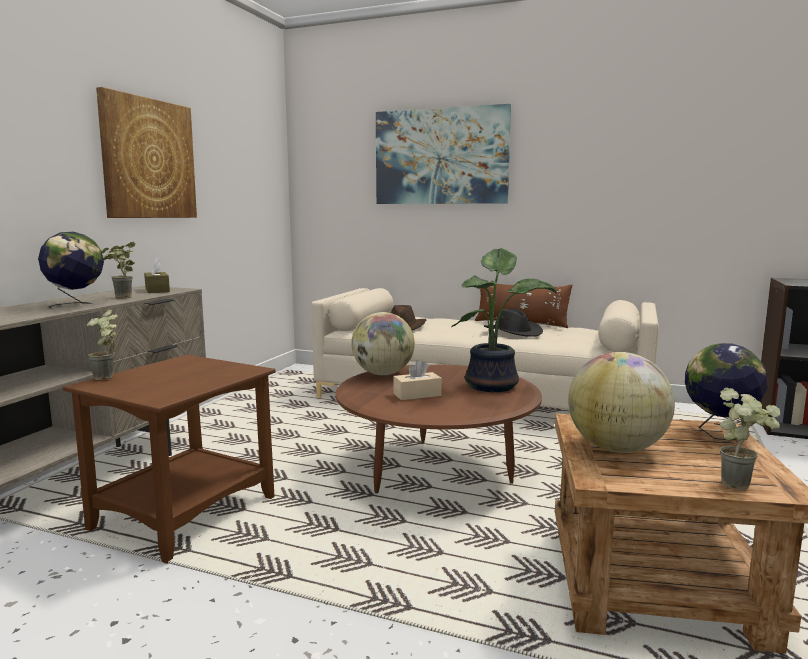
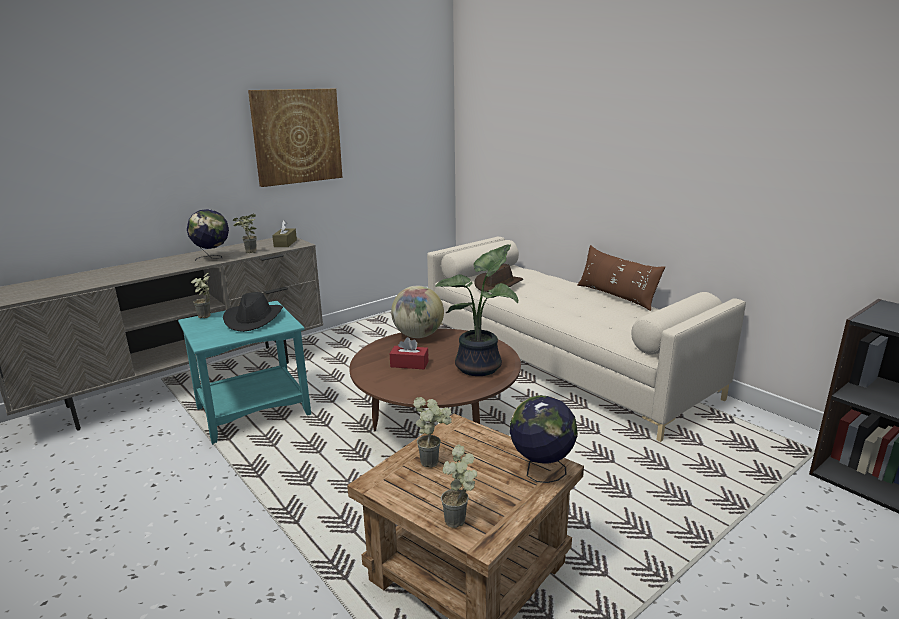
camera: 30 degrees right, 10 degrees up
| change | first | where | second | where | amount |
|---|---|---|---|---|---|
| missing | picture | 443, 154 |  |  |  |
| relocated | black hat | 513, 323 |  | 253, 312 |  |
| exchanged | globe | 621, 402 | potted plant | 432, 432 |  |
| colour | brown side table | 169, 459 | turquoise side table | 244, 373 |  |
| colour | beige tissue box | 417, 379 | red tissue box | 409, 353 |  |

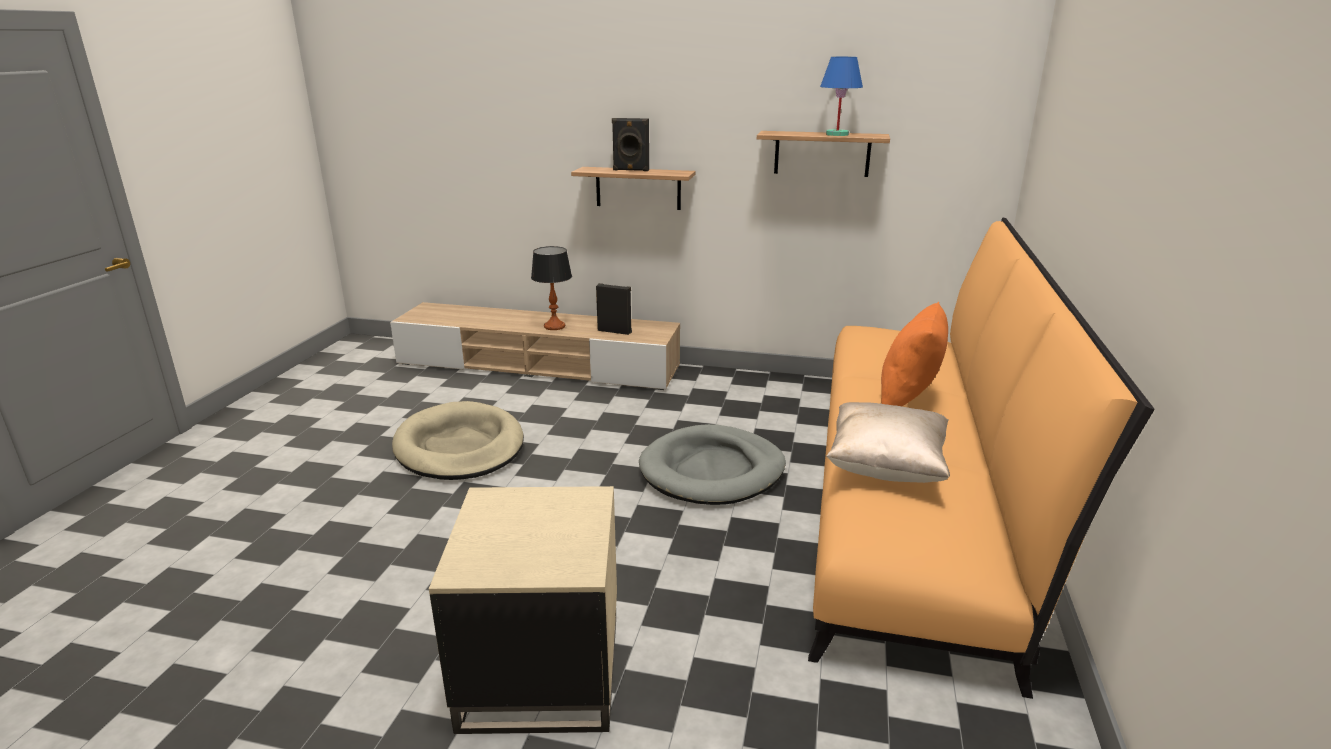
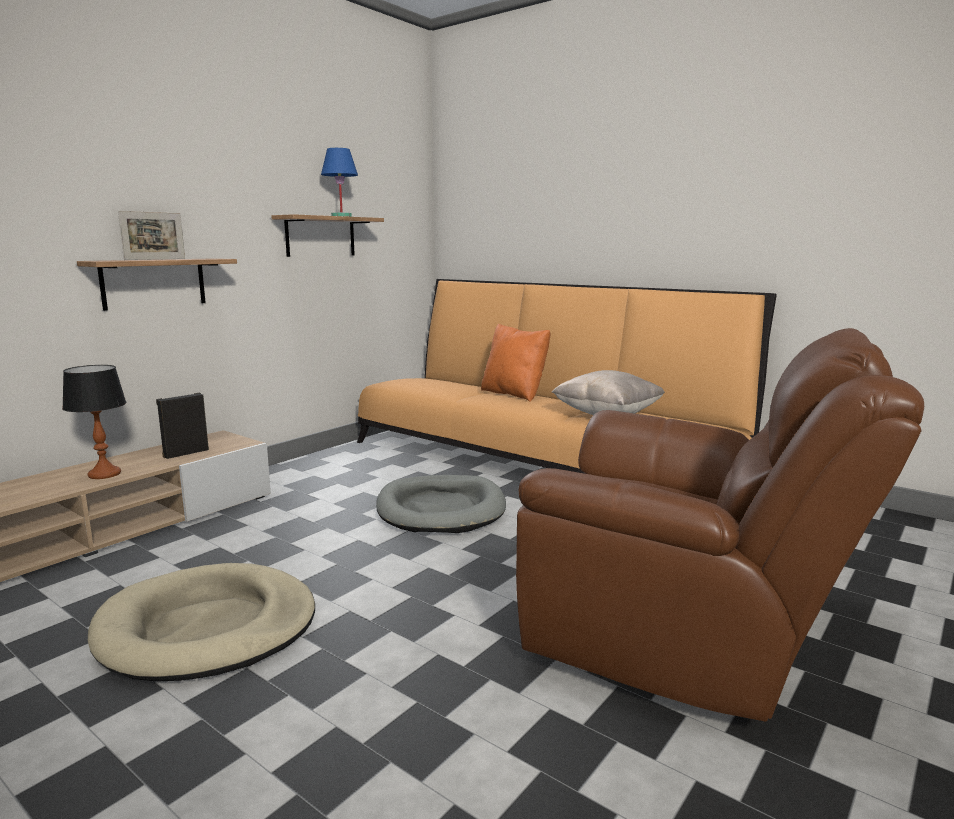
camera: 65 degrees left, 10 degrees down
| change | first | where | second | where | amount |
|---|---|---|---|---|---|
| exchanged | black speaker | 630, 144 | picture frame | 151, 235 |  |
| exchanged | beige side table | 523, 610 | brown armchair | 720, 525 |  |

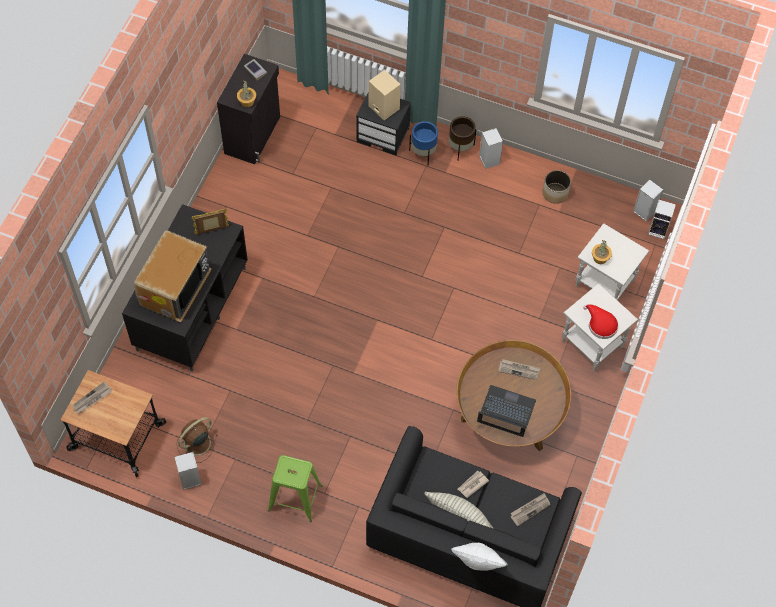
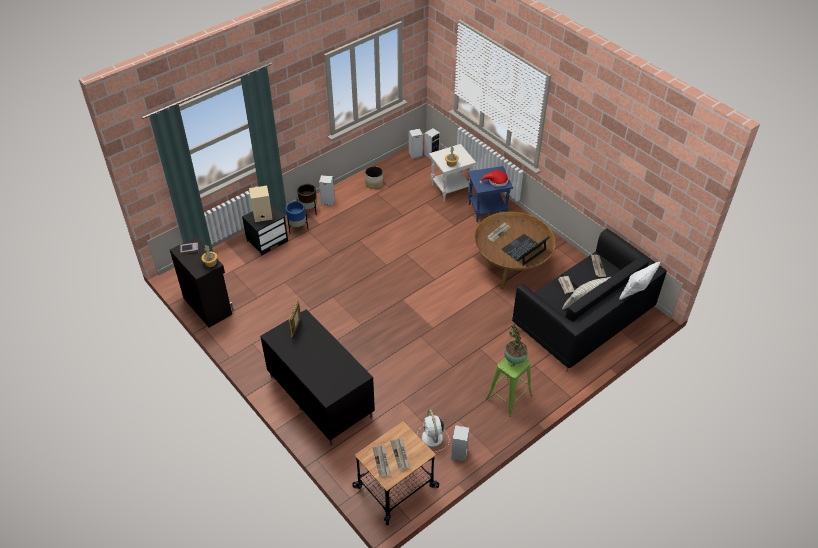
camera: 60 degrees left, 15 degrees down
| change | first | where | second | where | amount |
|---|---|---|---|---|---|
| missing | television | 172, 276 |  |  |  |
| colour | white side table | 600, 327 | blue side table | 490, 194 |  |
| colour | brown fan | 197, 440 | white fan | 433, 431 |  |
| appeared |  |  | potted plant | 516, 345 |  |
| appeared |  |  | newspaper | 400, 454 |  |

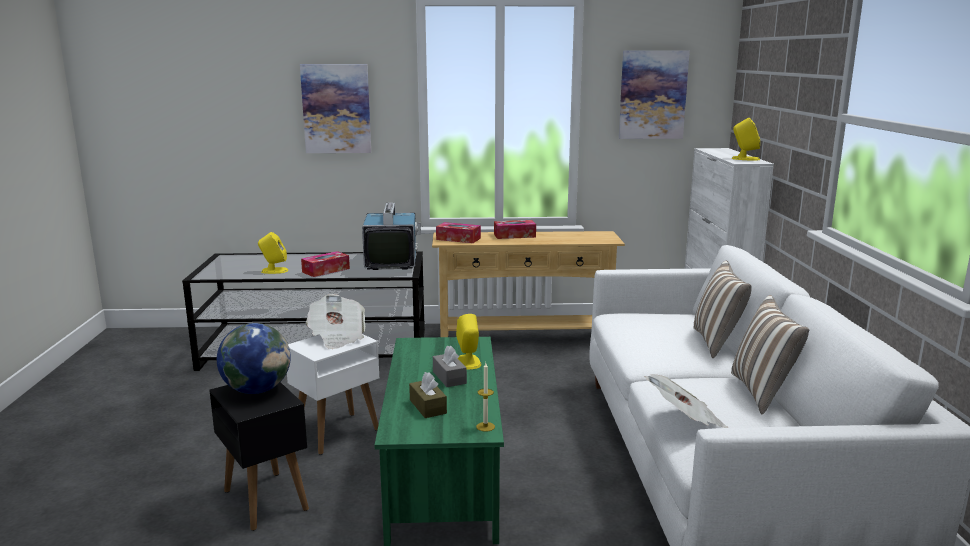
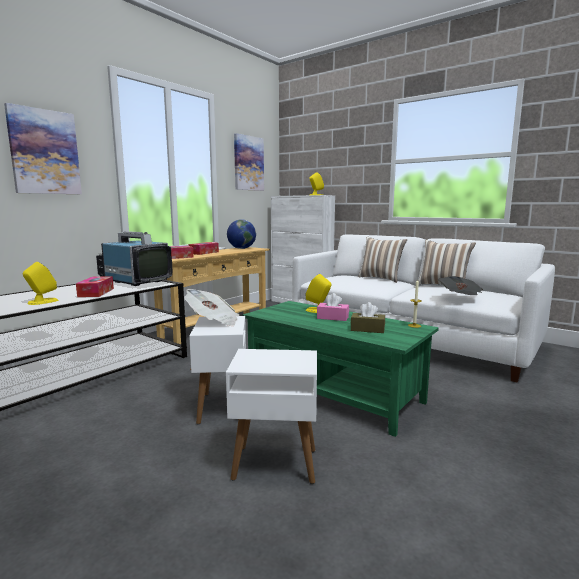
camera: 50 degrees left, 5 degrees down
| change | first | where | second | where | amount |
|---|---|---|---|---|---|
| relocated | globe | 254, 358 |  | 241, 234 |  |
| colour | grey tissue box | 450, 366 | pink tissue box | 333, 307 |  |
| colour | black side table | 259, 456 | white side table | 271, 416 |  |

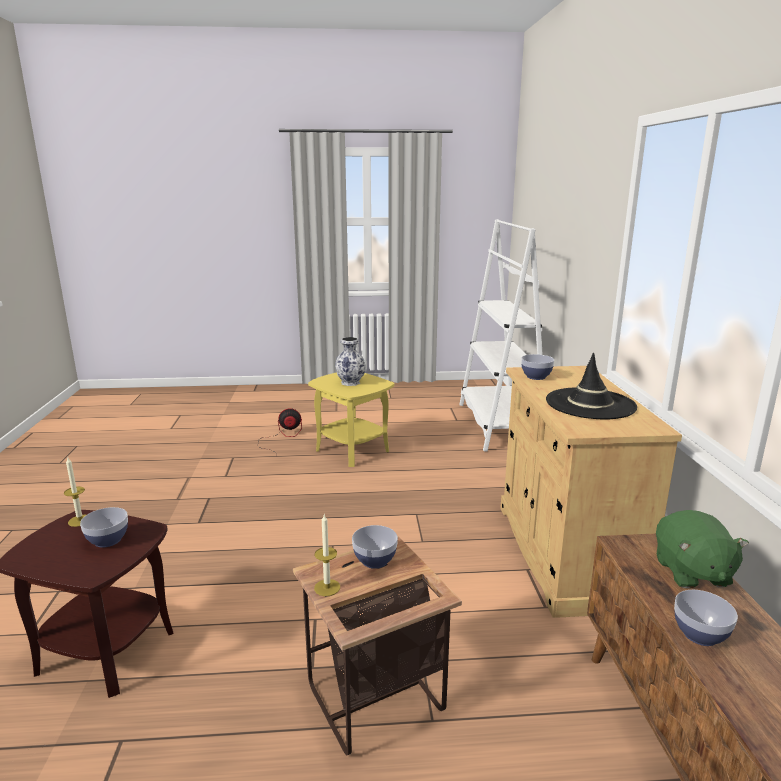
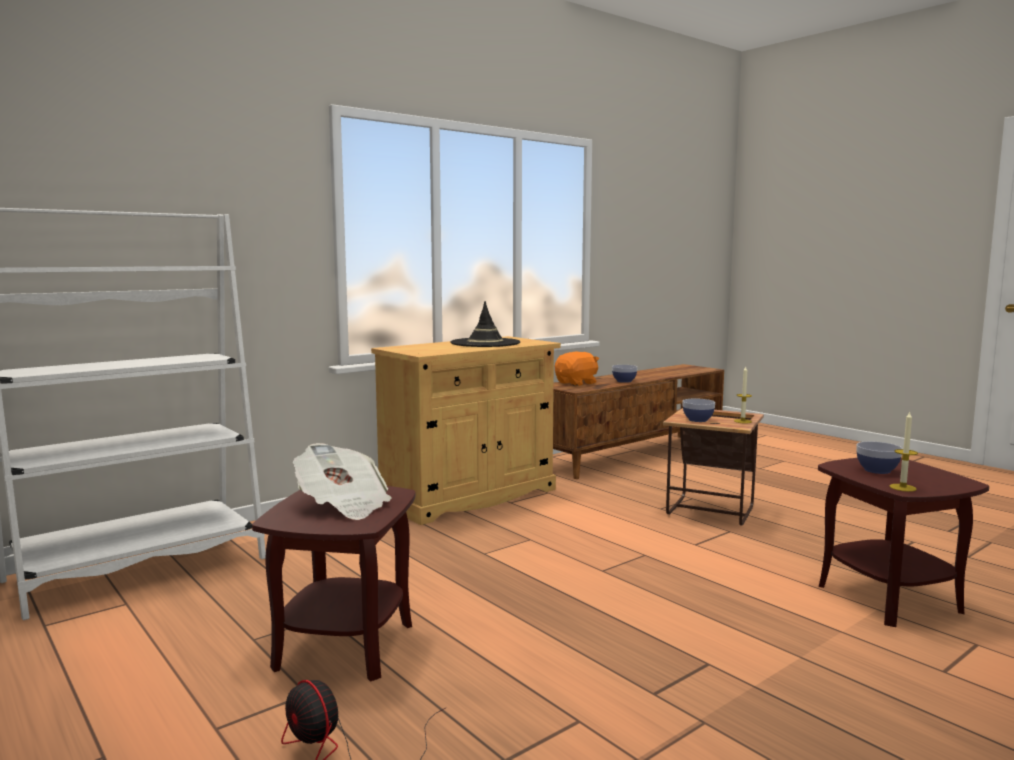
camera: 125 degrees left, 10 degrees down
| change | first | where | second | where | amount |
|---|---|---|---|---|---|
| exchanged | vase | 350, 361 | newspaper | 342, 481 |  |
| missing | bowl | 537, 367 |  |  |  |
| colour | yellow side table | 351, 419 | brown side table | 334, 584 |  |
| colour | green plush toy | 702, 549 | orange plush toy | 577, 369 |  |

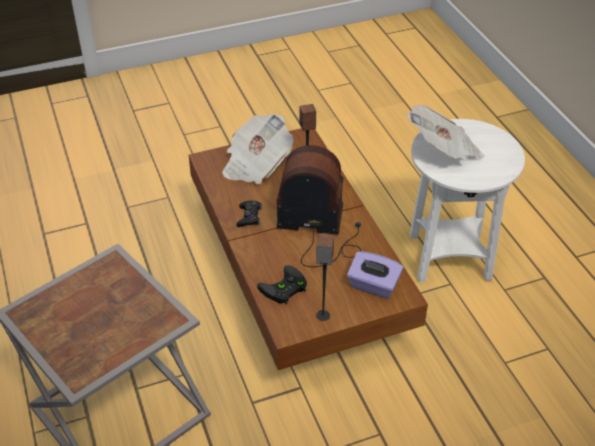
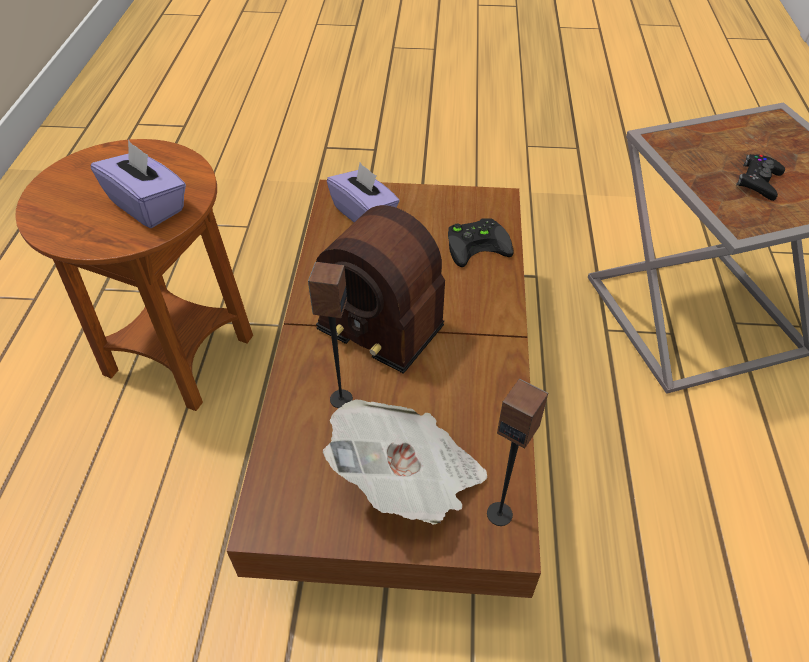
camera: 155 degrees left, 5 degrees up
| change | first | where | second | where | amount |
|---|---|---|---|---|---|
| exchanged | newspaper | 445, 132 | purple tissue box | 138, 184 |  |
| colour | white side table | 467, 200 | brown side table | 134, 275 |  |
| relocated | black game controller | 249, 213 |  | 760, 177 |  |
| relocated | speaker | 325, 277 |  | 517, 452 |  |

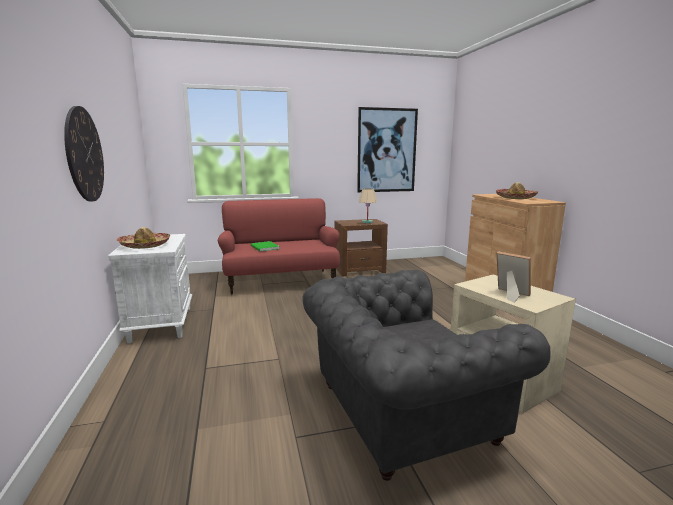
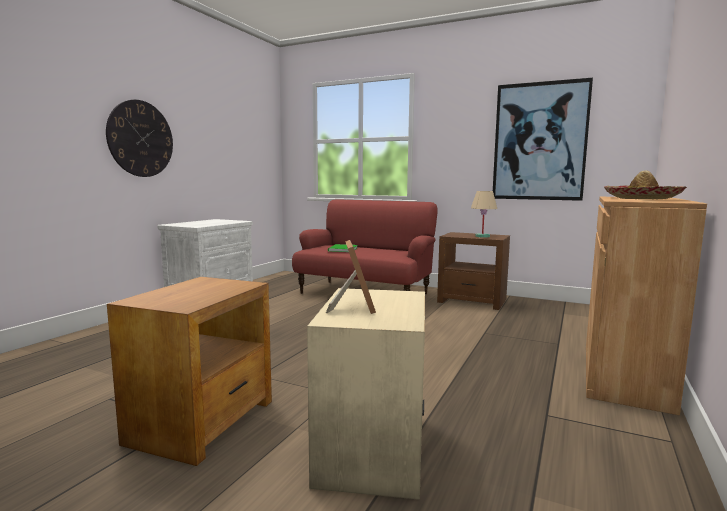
camera: 40 degrees right, 5 degrees down
| change | first | where | second | where | amount |
|---|---|---|---|---|---|
| missing | hat | 143, 238 |  |  |  |
| exchanged | grey armchair | 426, 375 | brown side table | 189, 371 |  |

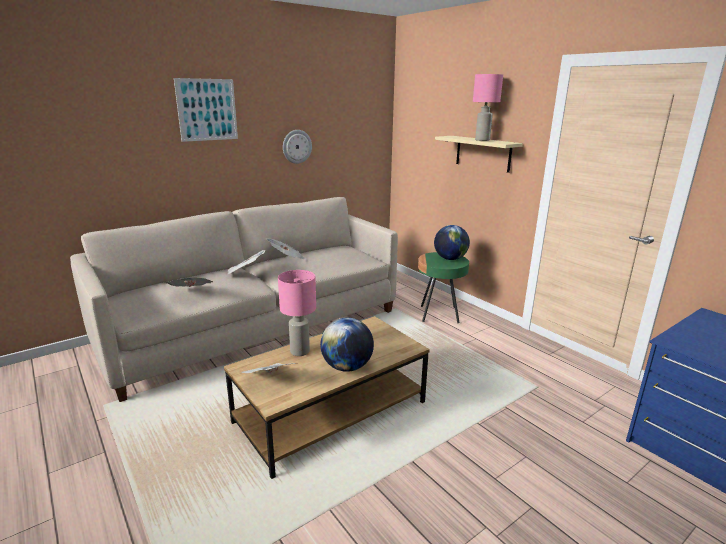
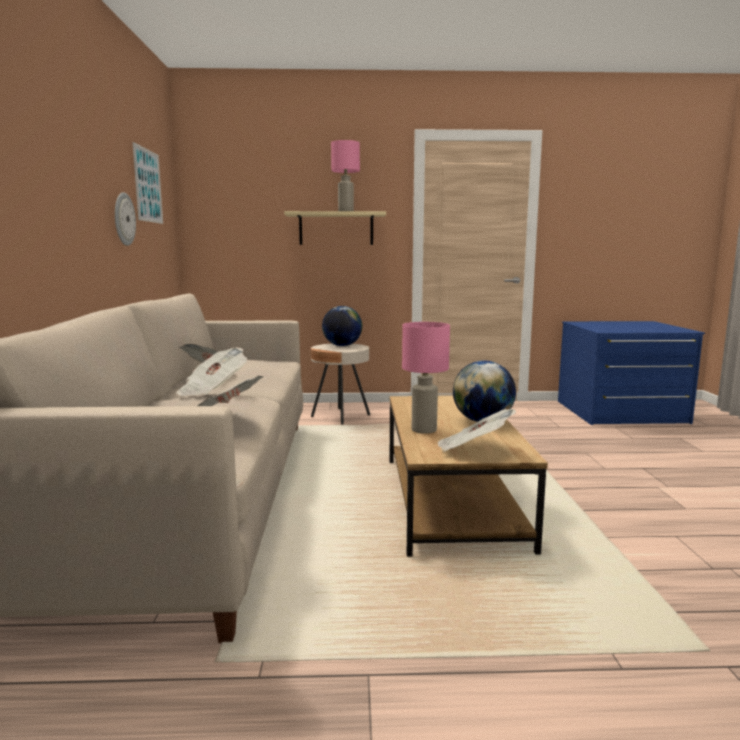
camera: 55 degrees left, 10 degrees down
| change | first | where | second | where | amount |
|---|---|---|---|---|---|
| relocated | picture | 206, 110 |  | 147, 183 |  |
| colour | green side table | 443, 287 | beige side table | 340, 384 |  |

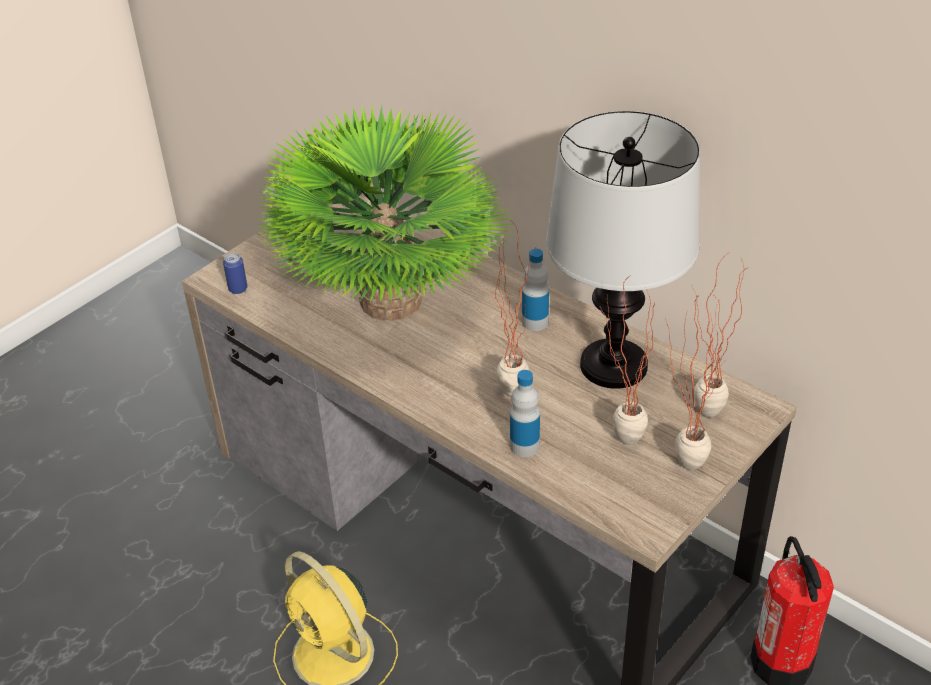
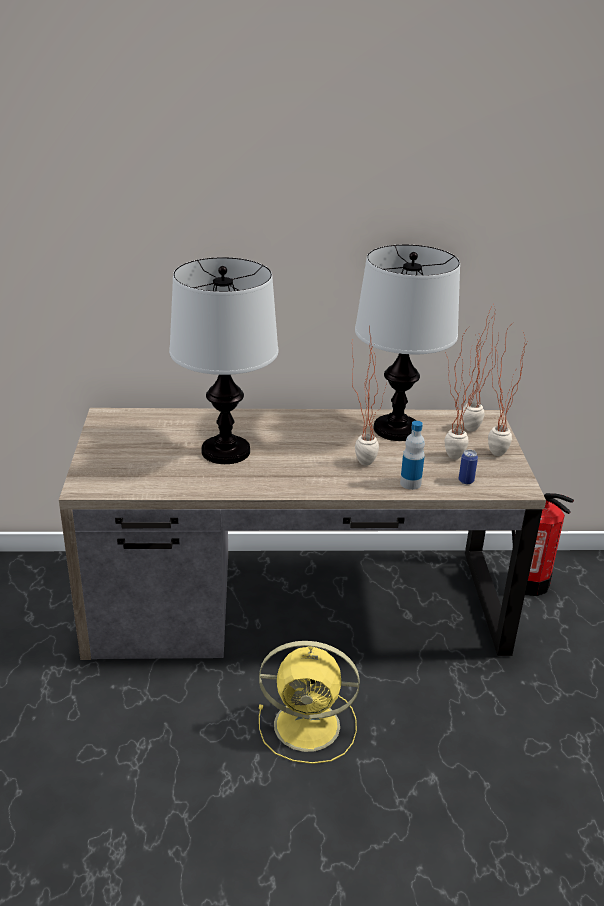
camera: 45 degrees left, 10 degrees down
| change | first | where | second | where | amount |
|---|---|---|---|---|---|
| exchanged | potted plant | 385, 212 | table lamp | 224, 360 |  |
| missing | bottle | 535, 290 |  |  |  |
| relocated | can | 235, 273 |  | 468, 467 |  |

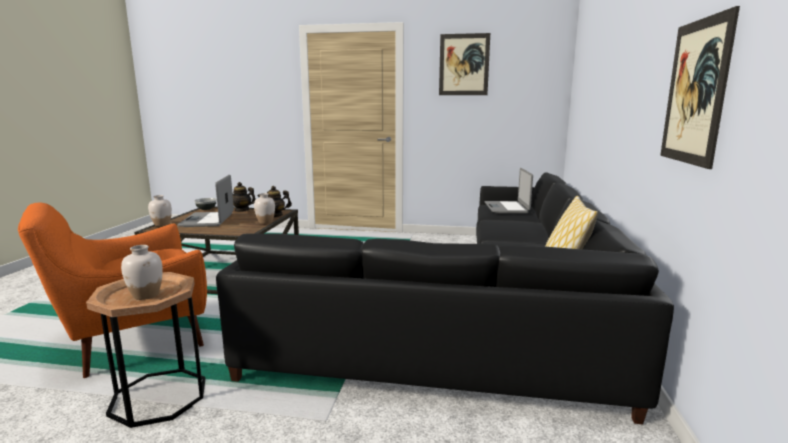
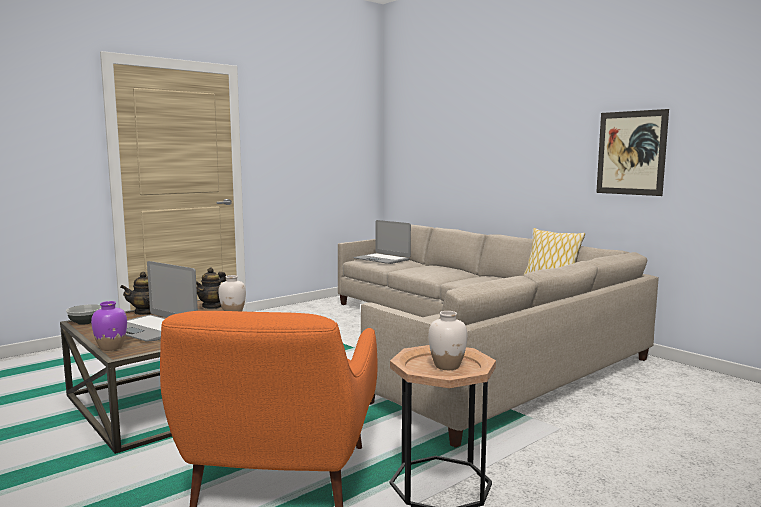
camera: 50 degrees left, 5 degrees down
| change | first | where | second | where | amount |
|---|---|---|---|---|---|
| missing | picture | 464, 64 |  |  |  |
| colour | black sofa | 445, 298 | beige sofa | 498, 336 |  |
| colour | white vase | 160, 210 | purple vase | 109, 326 |  |

